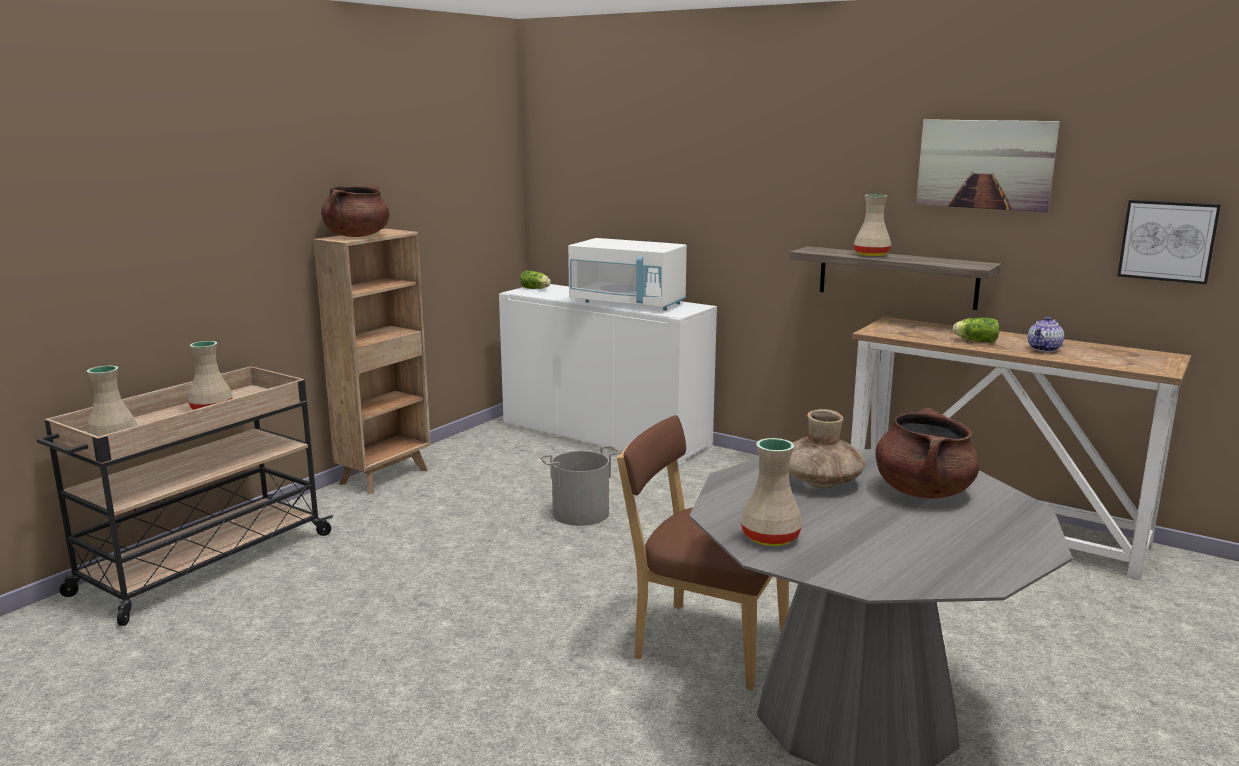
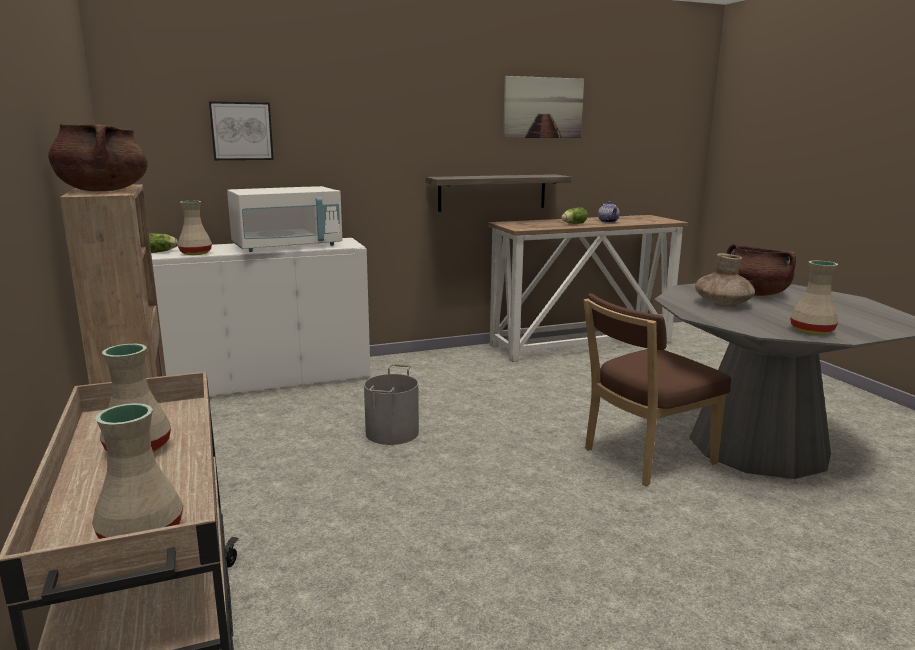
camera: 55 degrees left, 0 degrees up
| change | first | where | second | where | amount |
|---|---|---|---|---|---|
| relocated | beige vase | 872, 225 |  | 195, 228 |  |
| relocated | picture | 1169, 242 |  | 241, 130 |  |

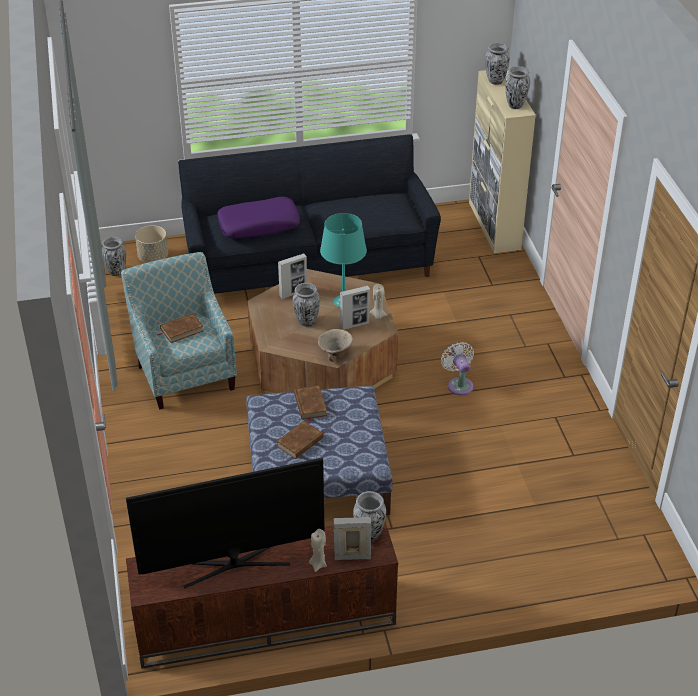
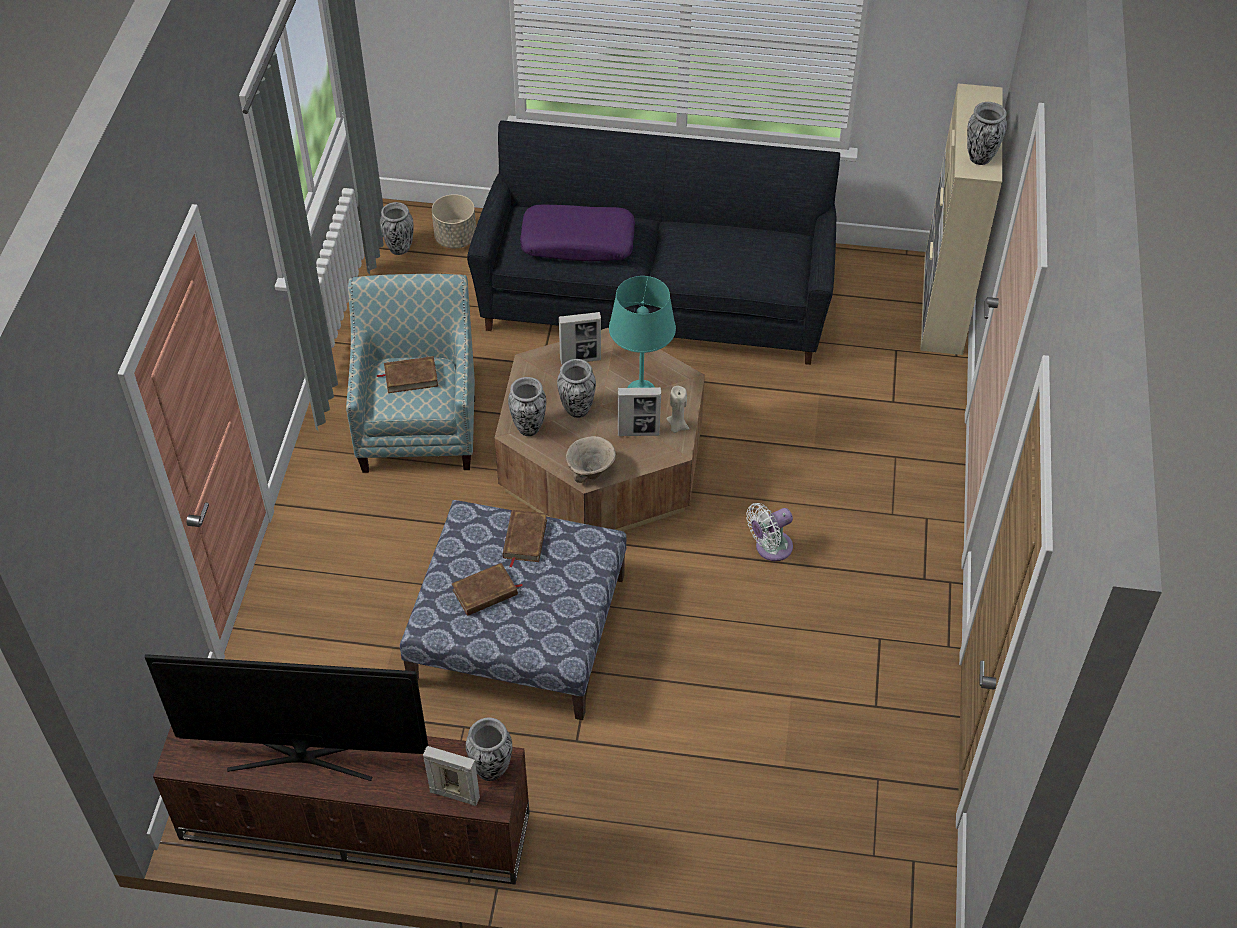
camera: 20 degrees right, 10 degrees up
| change | first | where | second | where | amount |
|---|---|---|---|---|---|
| relocated | vase | 497, 64 |  | 527, 406 |  |
| spun | white fan | 457, 368 |  | 769, 532 | 120 degrees counterclockwise |
| missing | beige candle | 318, 550 |  |  |  |

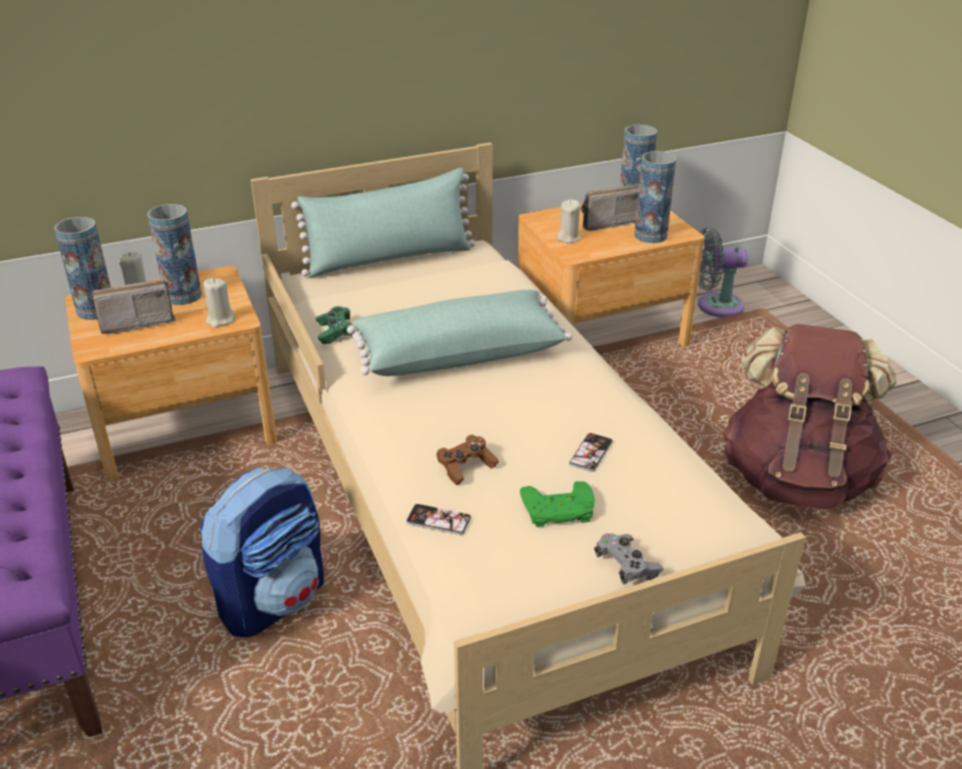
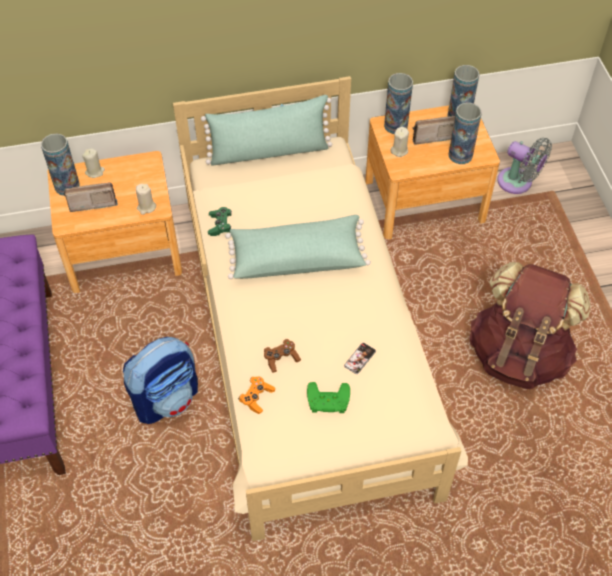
camera: 10 degrees right, 20 degrees up
| change | first | where | second | where | amount |
|---|---|---|---|---|---|
| relocated | vase | 174, 254 |  | 398, 103 |  |
| spun | grey fan | 723, 272 |  | 524, 166 | 150 degrees counterclockwise |
| exchanged | phone | 438, 519 | orange game controller | 256, 395 |  |
| missing | grey game controller | 628, 559 |  |  |  |

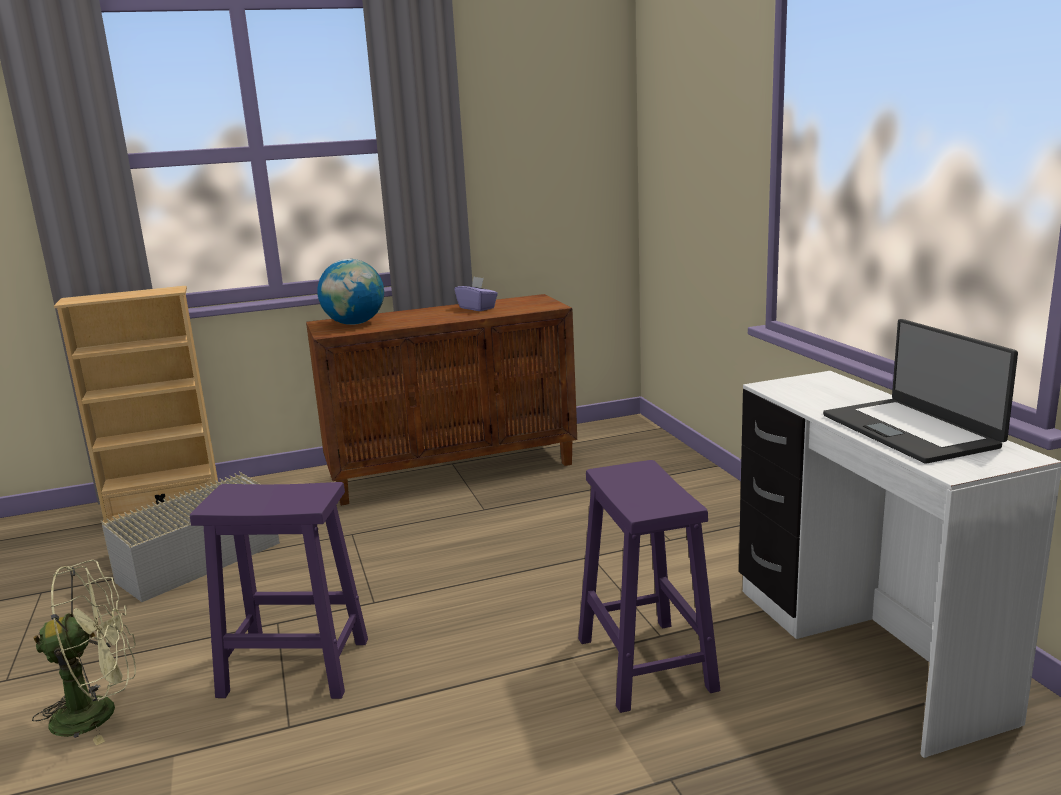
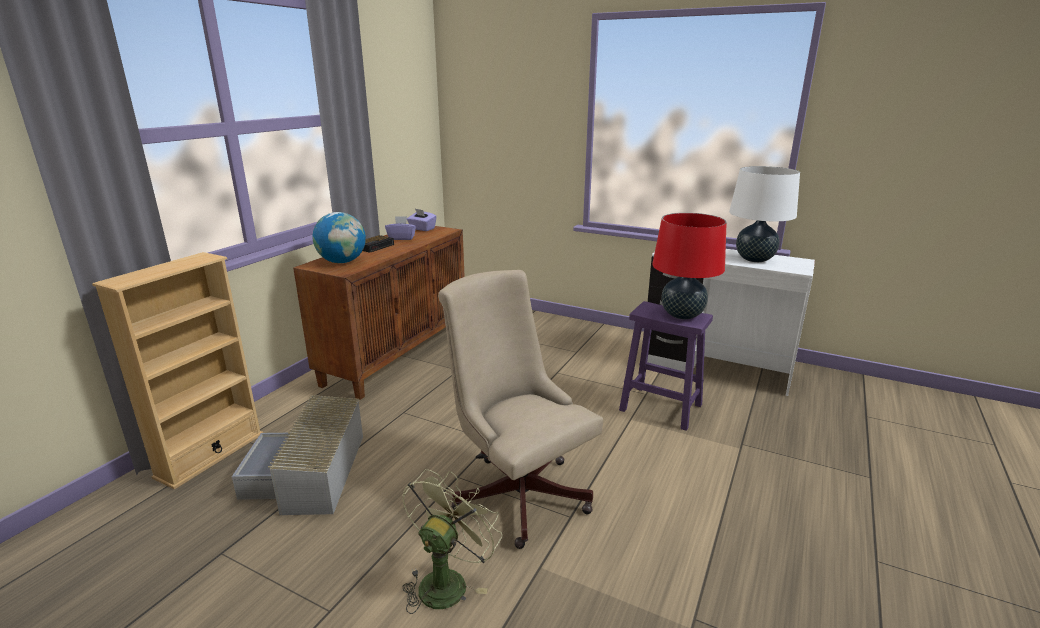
camera: 45 degrees left, 5 degrees up
| change | first | where | second | where | amount |
|---|---|---|---|---|---|
| exchanged | laptop | 920, 391 | white table lamp | 764, 214 |  |
| exchanged | purple stool | 279, 590 | beige office chair | 520, 409 |  |
| appeared |  |  | purple tissue box | 422, 220 |  |
| appeared |  |  | red table lamp | 689, 266 |  |
| appeared |  |  | alarm clock | 378, 244 |  |

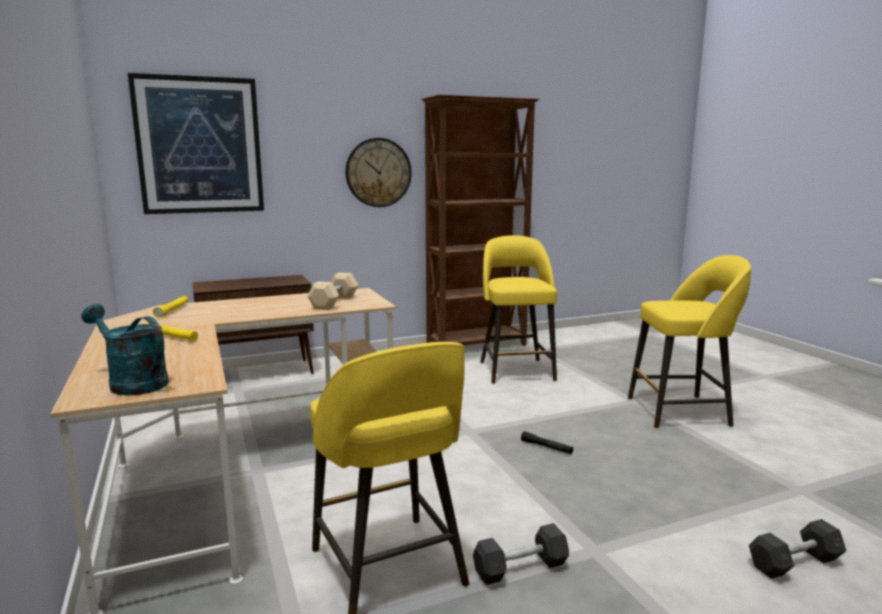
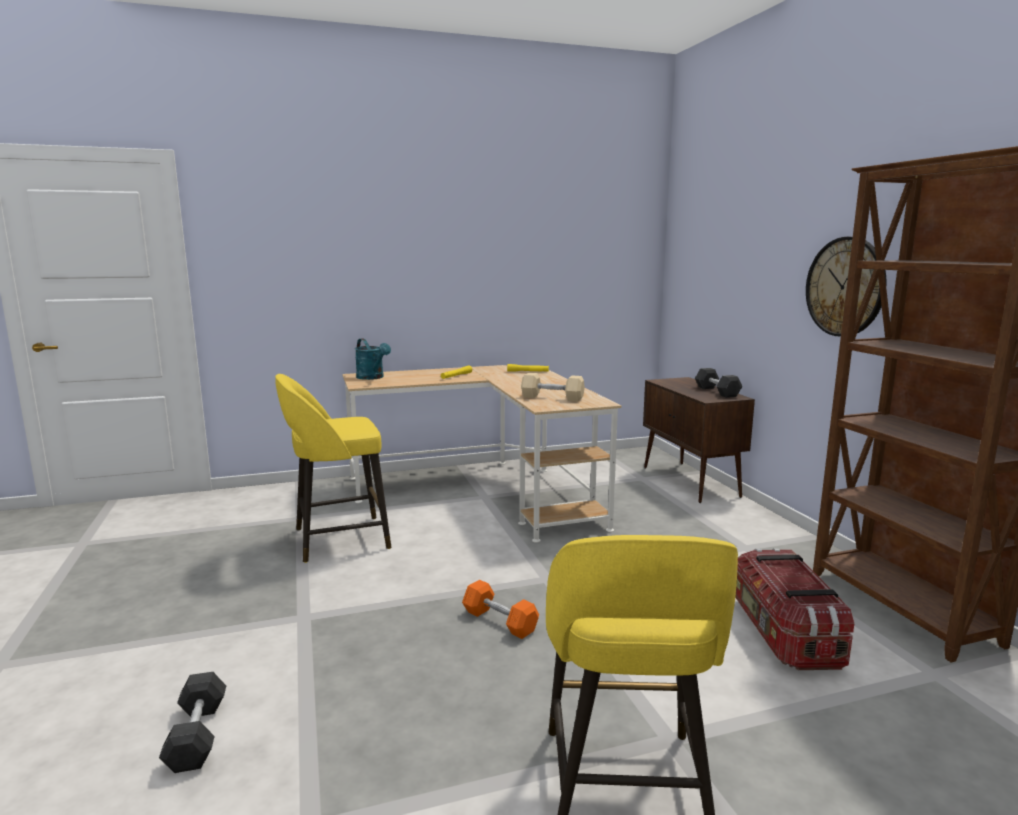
camera: 95 degrees right, 0 degrees up
| change | first | where | second | where | amount |
|---|---|---|---|---|---|
| missing | picture | 196, 143 |  |  |  |
| exchanged | yellow stool | 518, 309 | storage box | 794, 609 |  |
| spun | turquoise watering can | 125, 349 |  | 373, 359 | 105 degrees clockwise |
| exchanged | black flashlight | 547, 442 | orange dumbbell | 500, 609 |  |
| relocated | grey dumbbell | 521, 554 |  | 718, 383 |  |

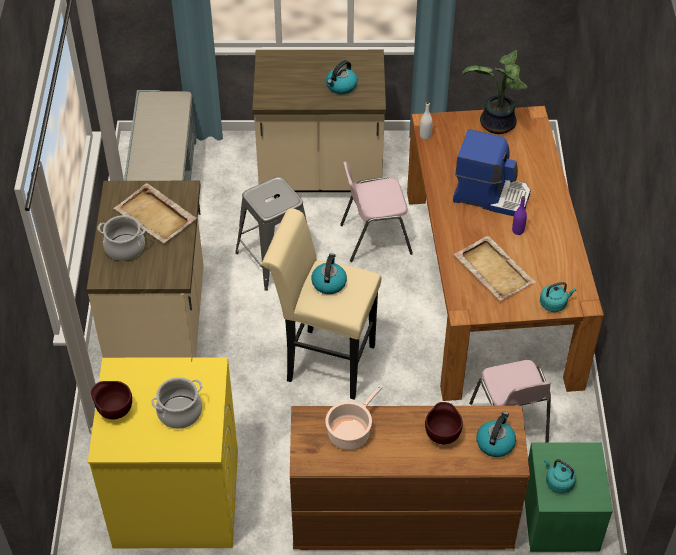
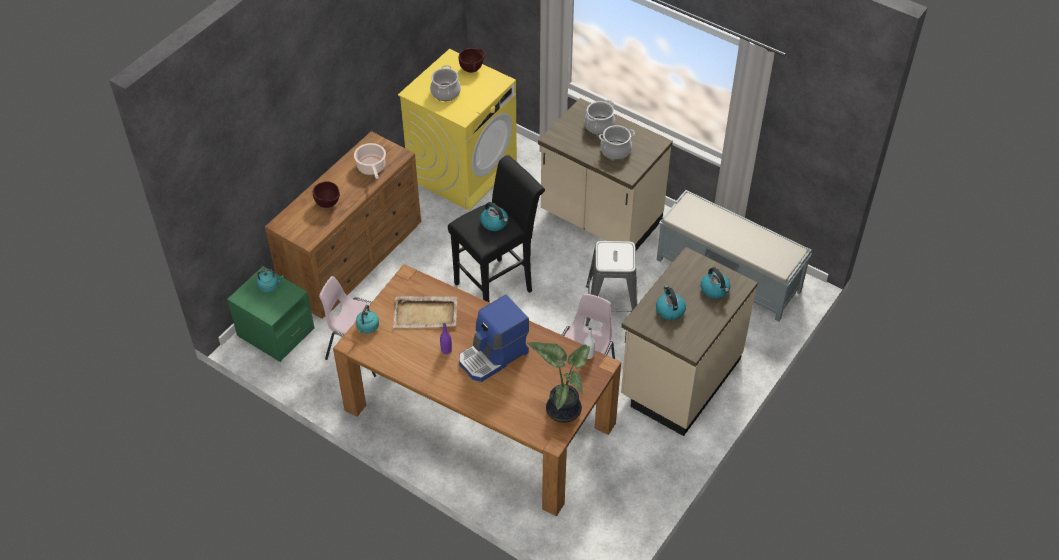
camera: 125 degrees right, 0 degrees up
| change | first | where | second | where | amount |
|---|---|---|---|---|---|
| exchanged | beige tray | 155, 213 | cooking pot | 617, 142 |  |
| colour | beige stool | 321, 304 | black stool | 496, 228 |  |
| relocated | kettle | 496, 434 |  | 715, 283 |  |

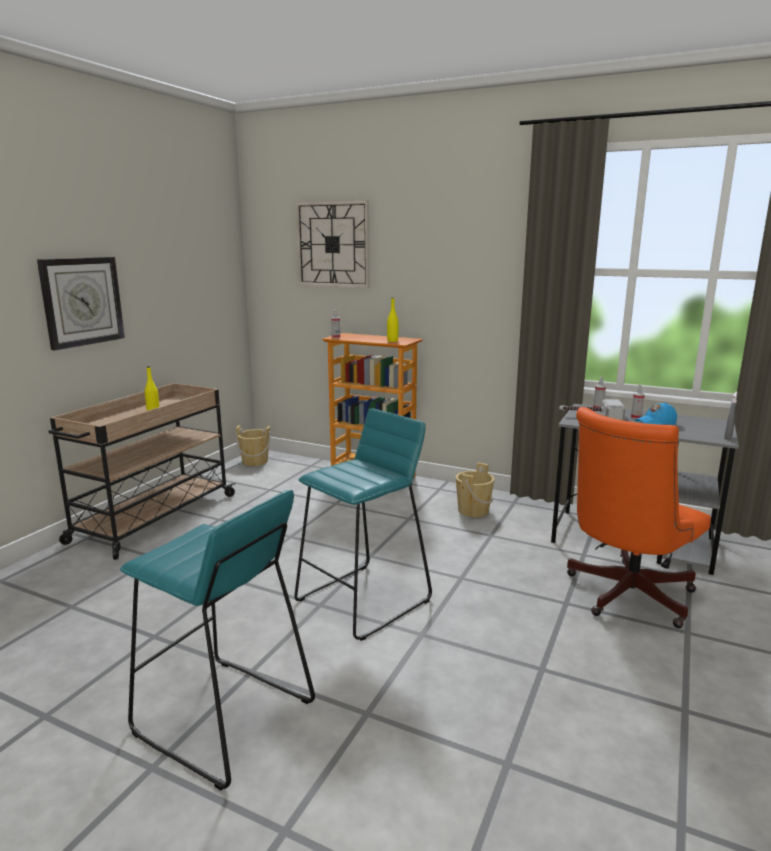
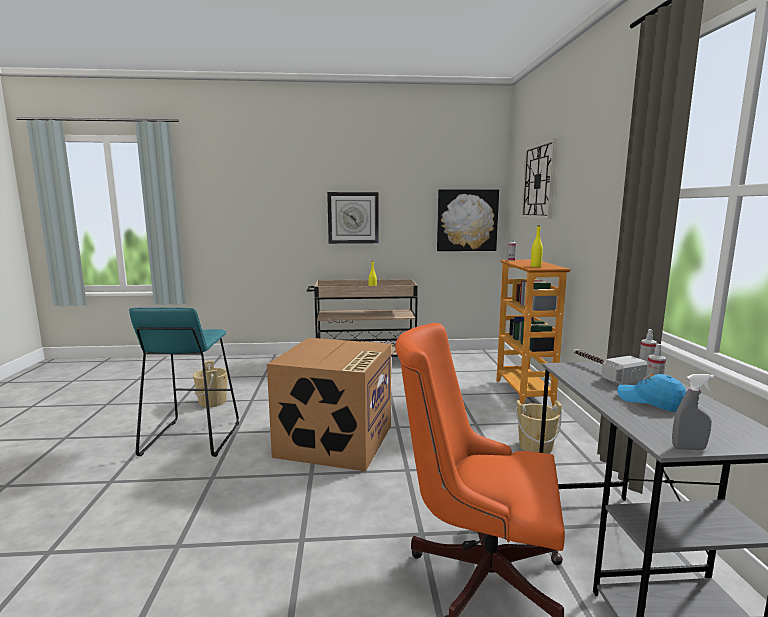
camera: 60 degrees right, 5 degrees down
| change | first | where | second | where | amount |
|---|---|---|---|---|---|
| exchanged | turquoise stool | 363, 524 | cardboard box | 329, 404 |  |
| relocated | beige bucket | 253, 445 |  | 210, 384 |  |
| appeared |  |  | picture | 468, 220 |  |

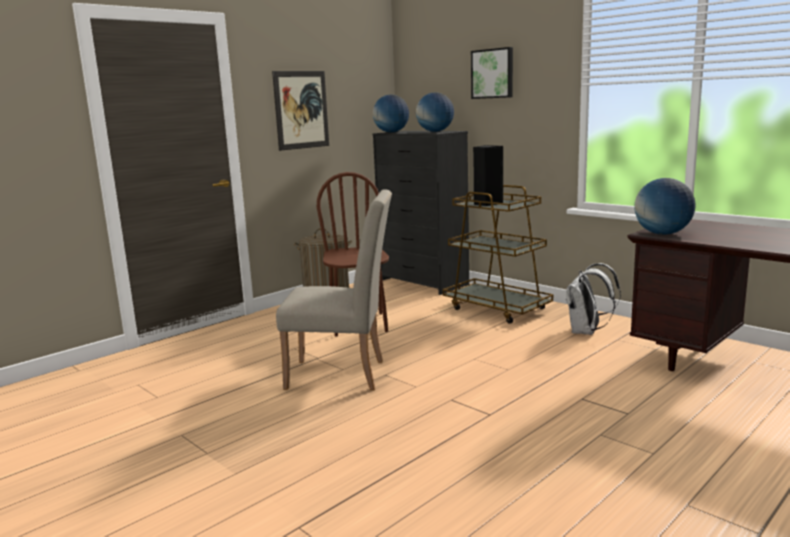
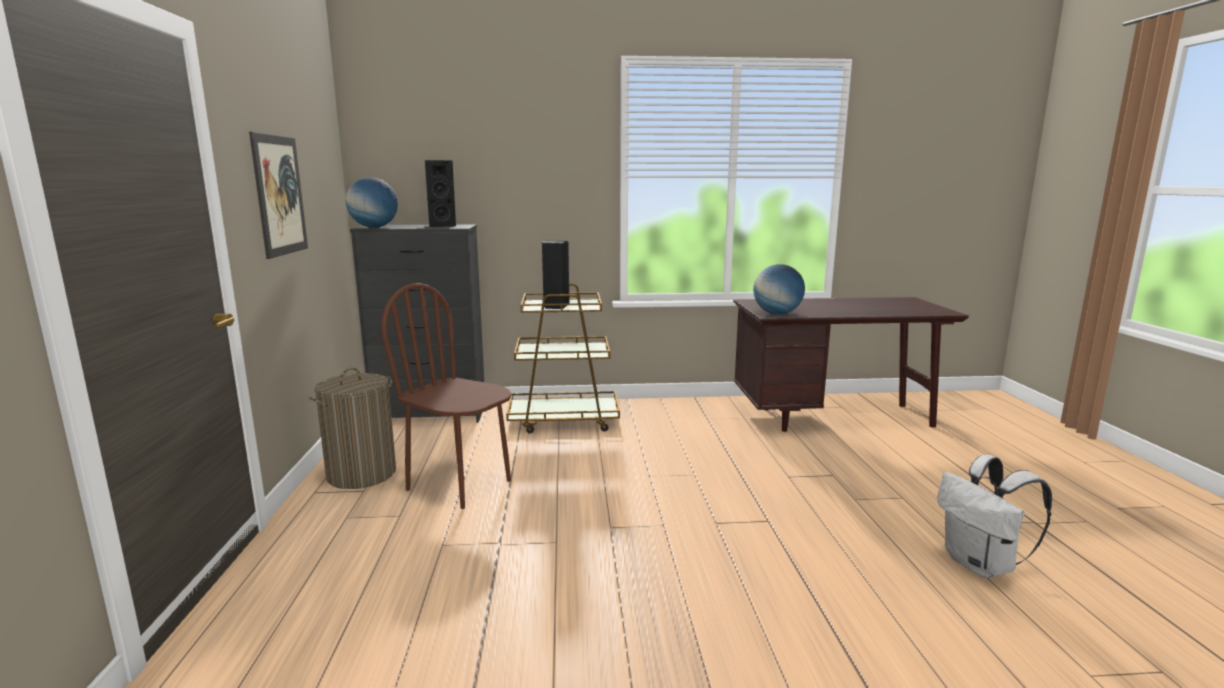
camera: 50 degrees left, 0 degrees up
| change | first | where | second | where | amount |
|---|---|---|---|---|---|
| missing | picture | 492, 73 |  |  |  |
| exchanged | globe | 435, 112 | black speaker | 440, 193 |  |
| missing | beige chair | 334, 289 |  |  |  |
| relocated | white backpack | 593, 299 |  | 994, 516 |  |

